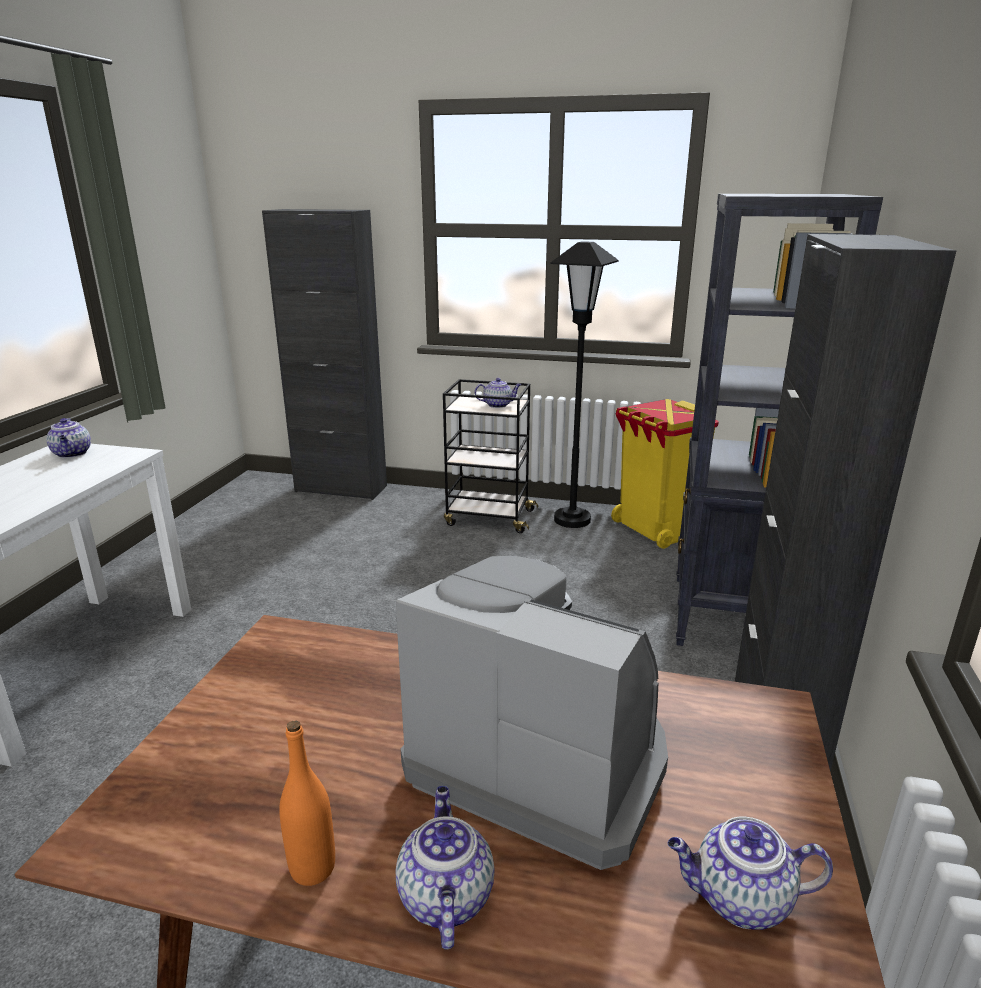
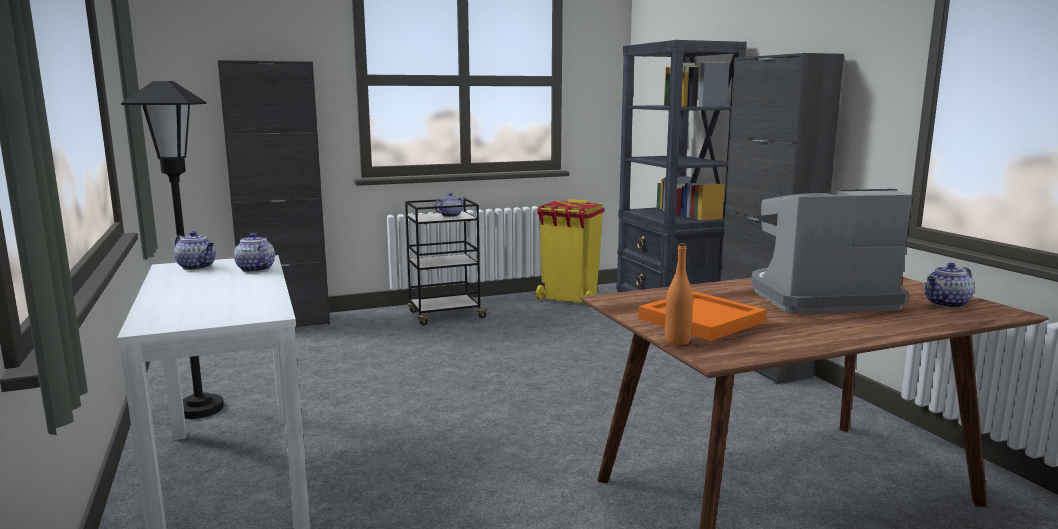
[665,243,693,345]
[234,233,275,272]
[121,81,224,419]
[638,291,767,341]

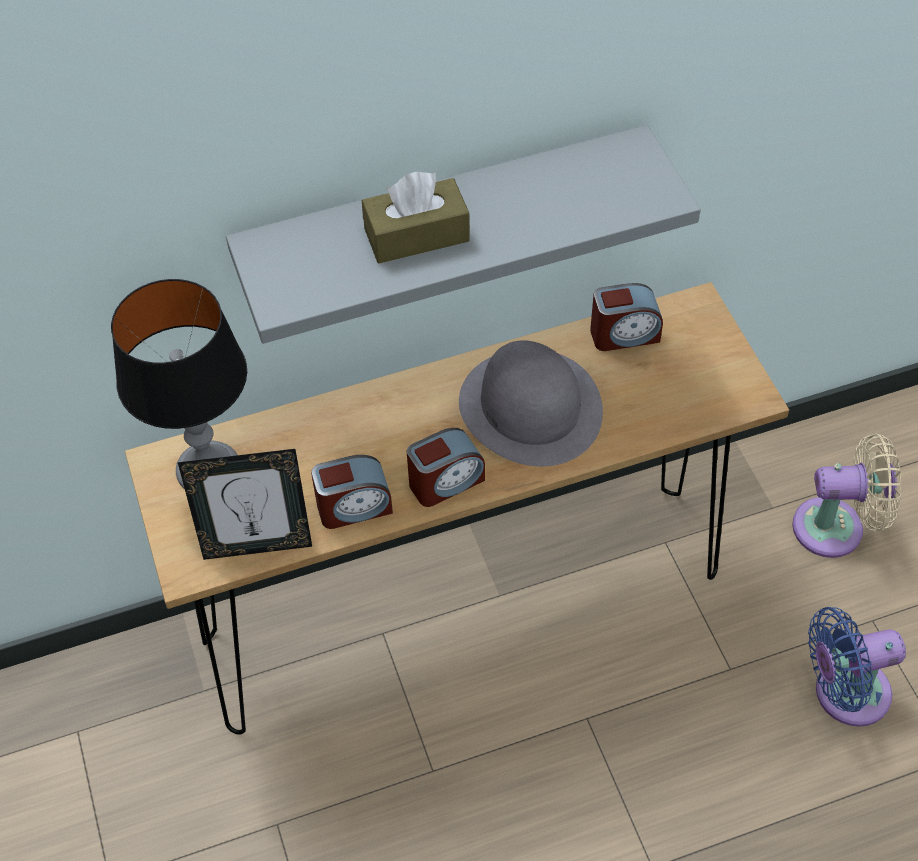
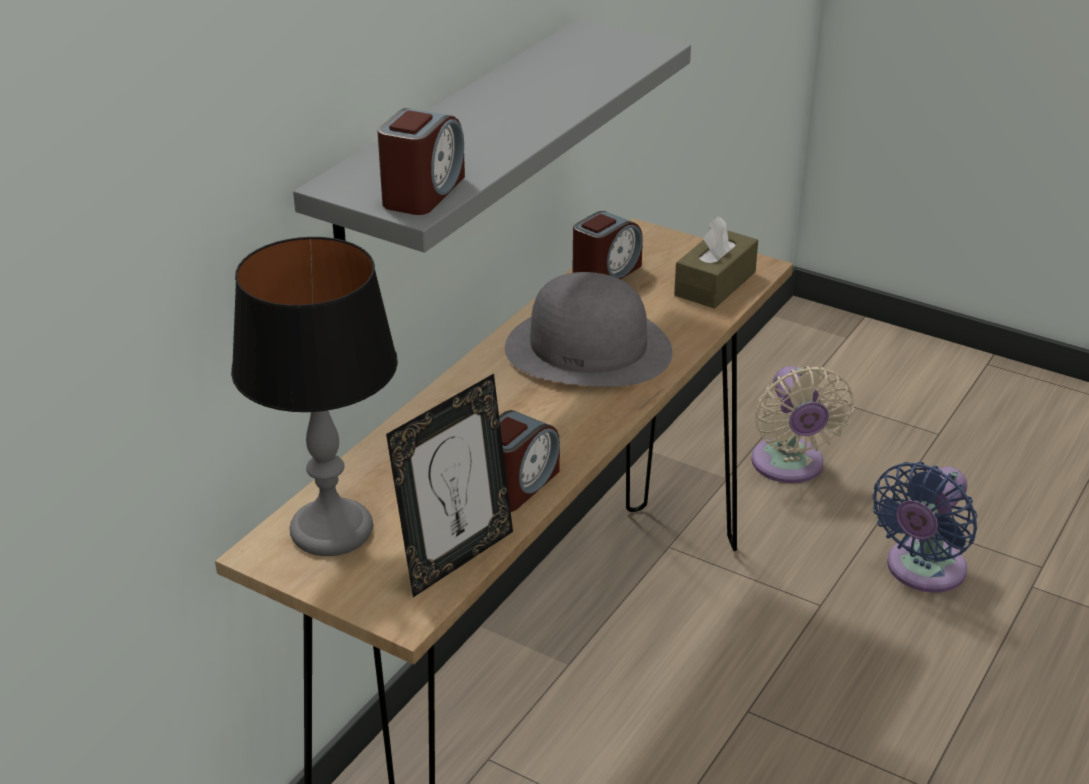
[674,216,758,309]
[378,108,465,215]
[751,366,854,483]

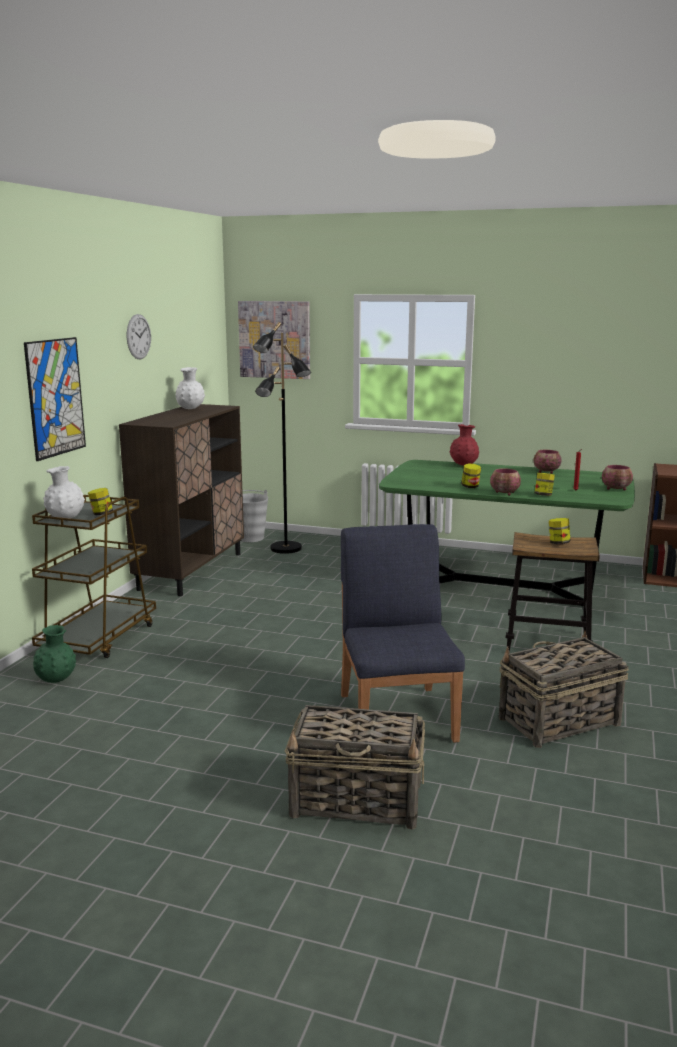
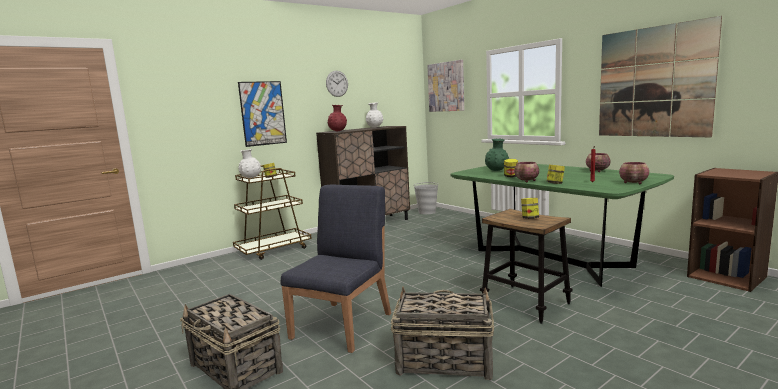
[485,139,509,171]
[253,322,311,554] (first image)
[328,105,347,131]
[599,16,722,137]

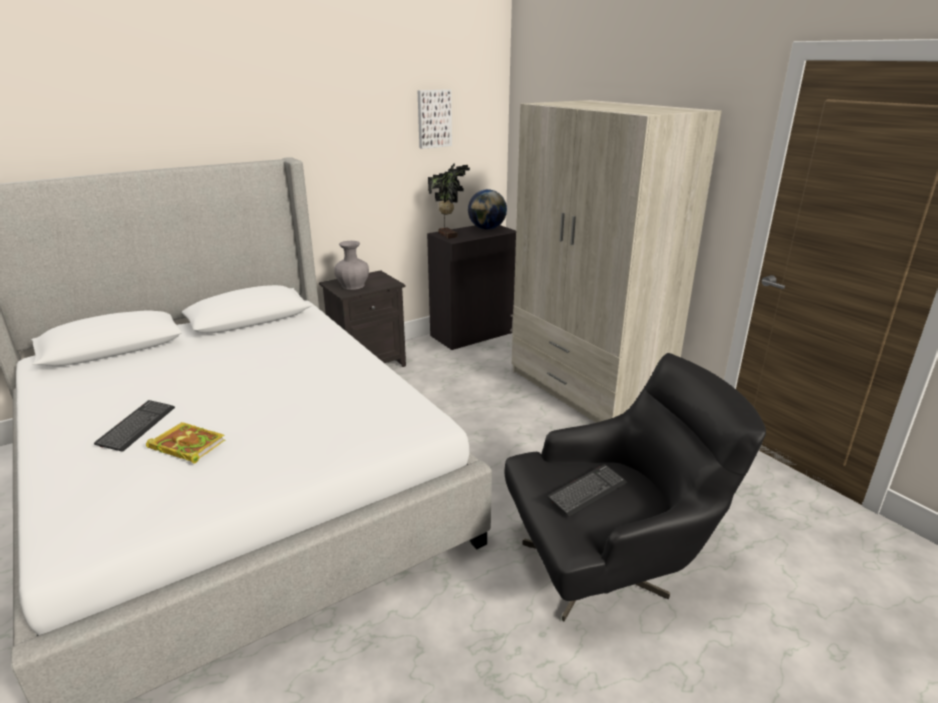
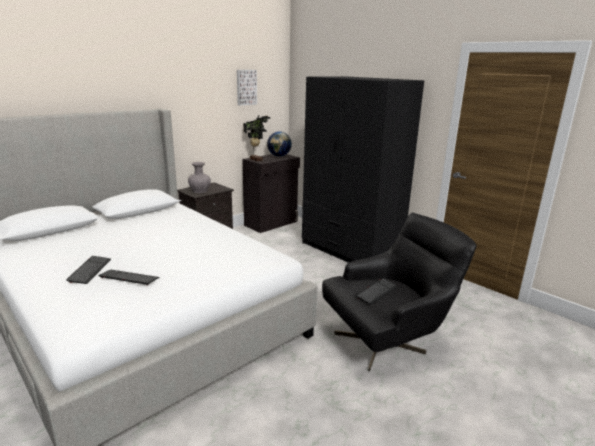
[98,270,159,286]
[302,76,424,263]

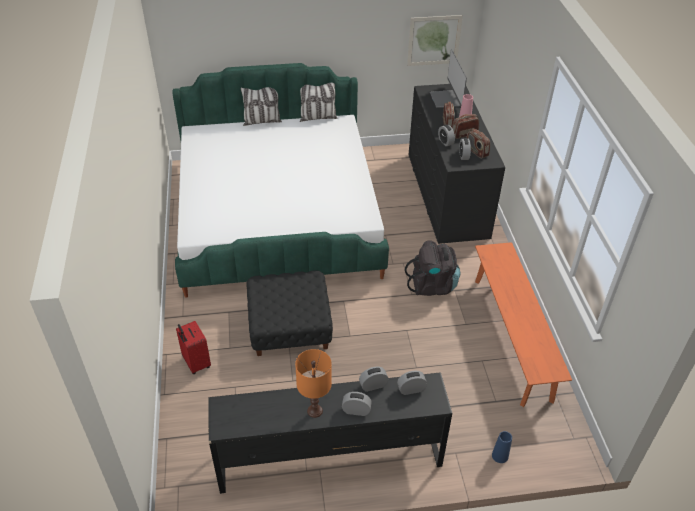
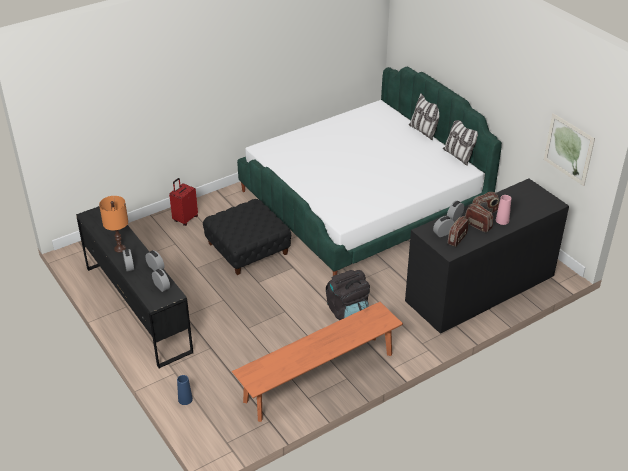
[430,49,467,108] (first image)

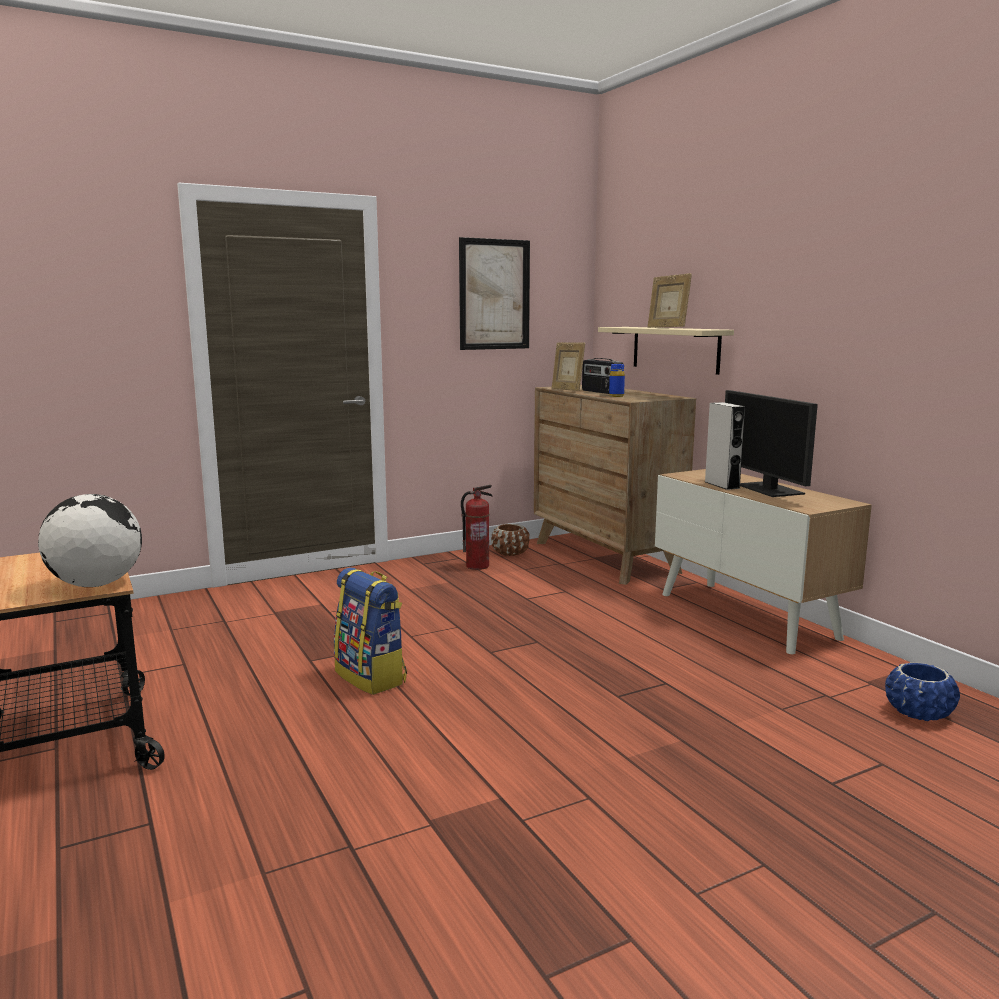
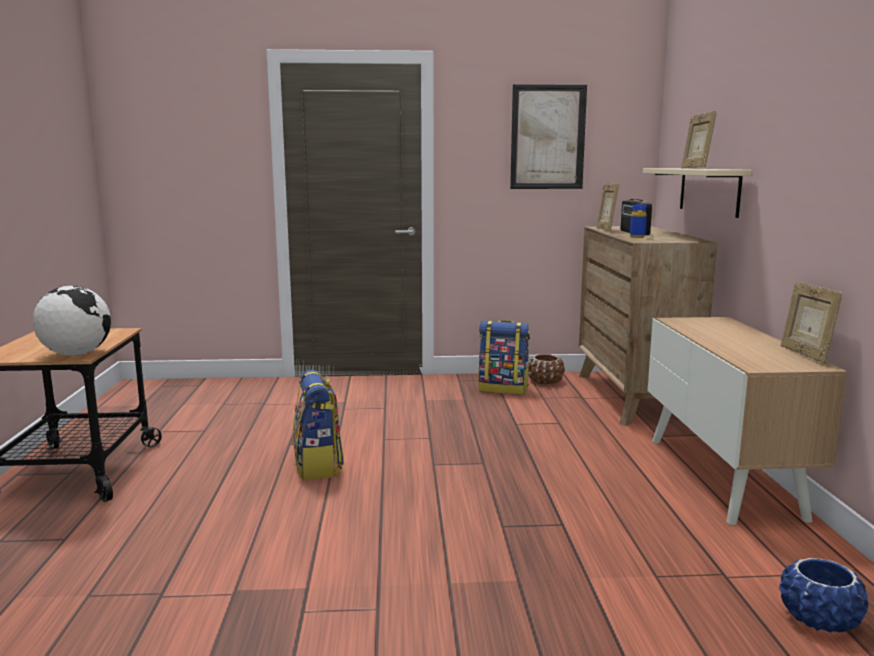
[478,320,530,395]
[705,402,745,490] (first image)
[725,390,818,497] (first image)
[781,282,843,363]

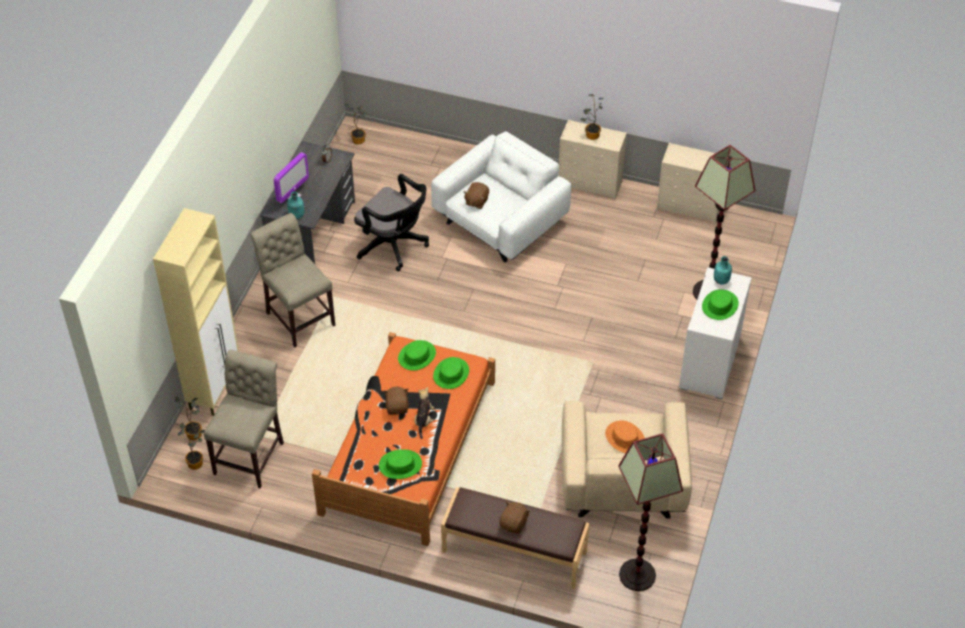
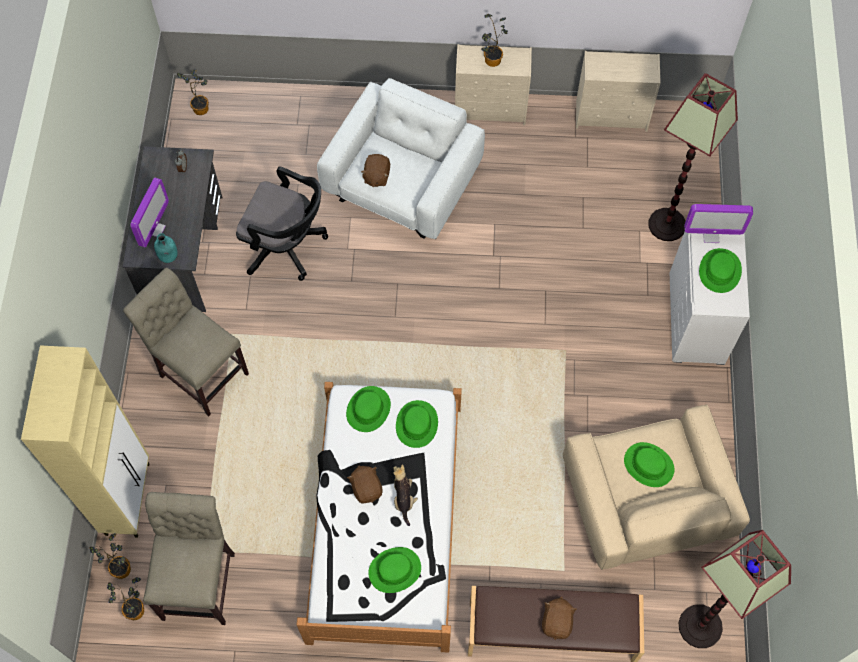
[297,382,462,653]
[624,442,674,487]
[684,204,753,243]

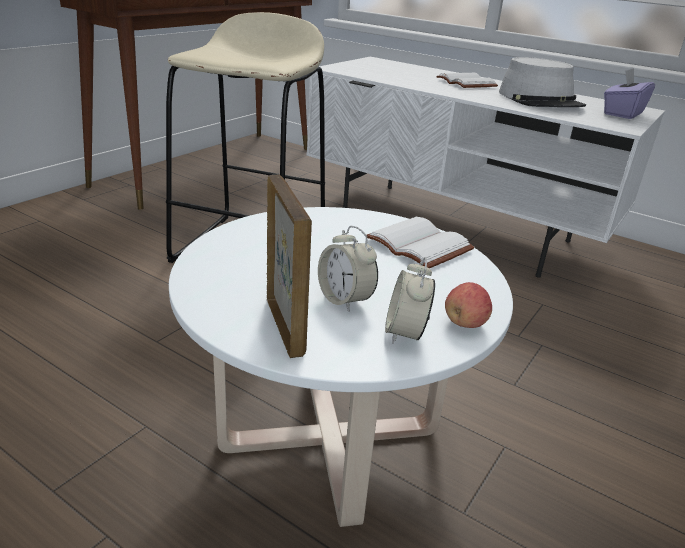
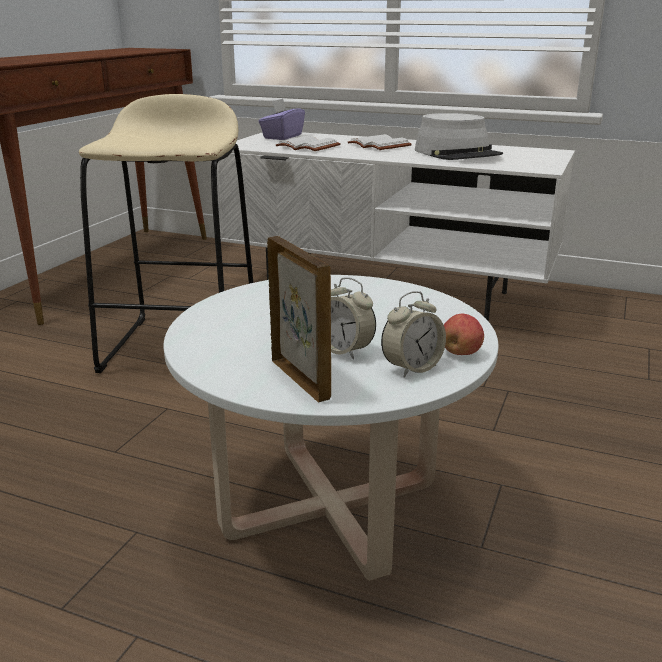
[276,135,341,151]
[381,291,446,378]
[259,99,305,140]

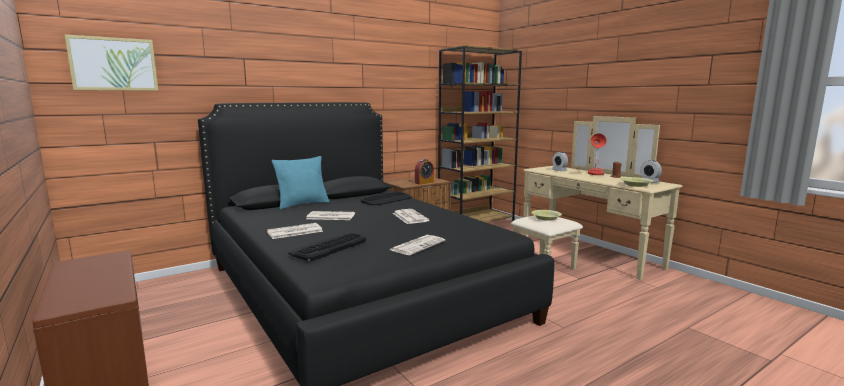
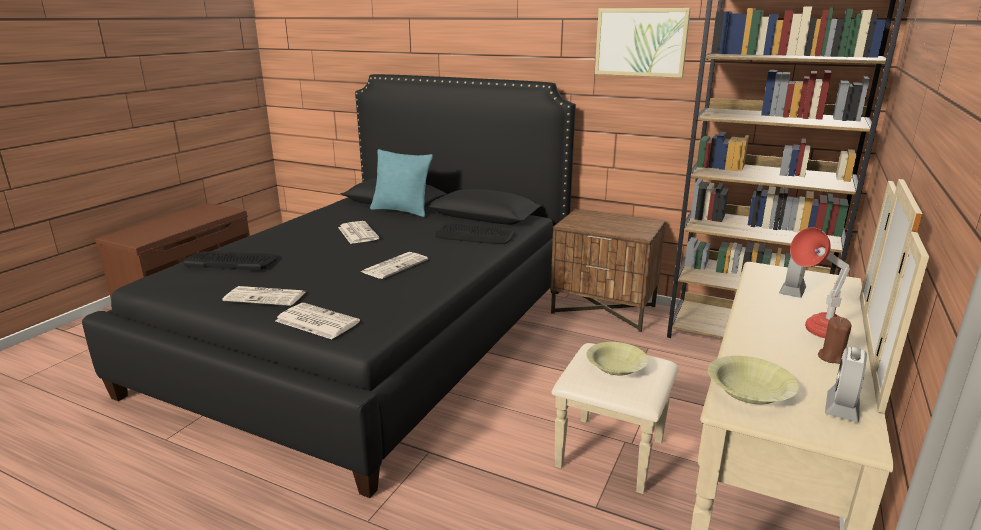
[595,8,691,78]
[276,303,360,339]
[415,159,434,185] (first image)

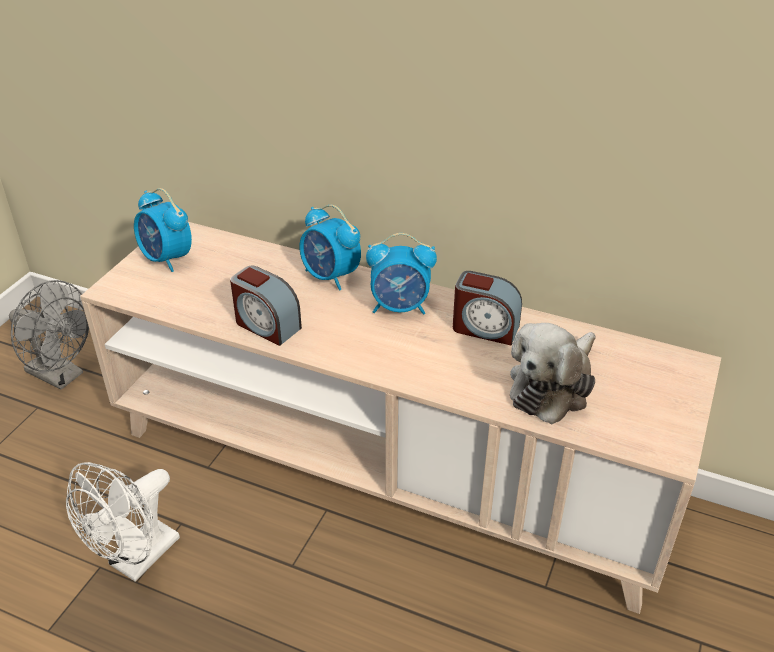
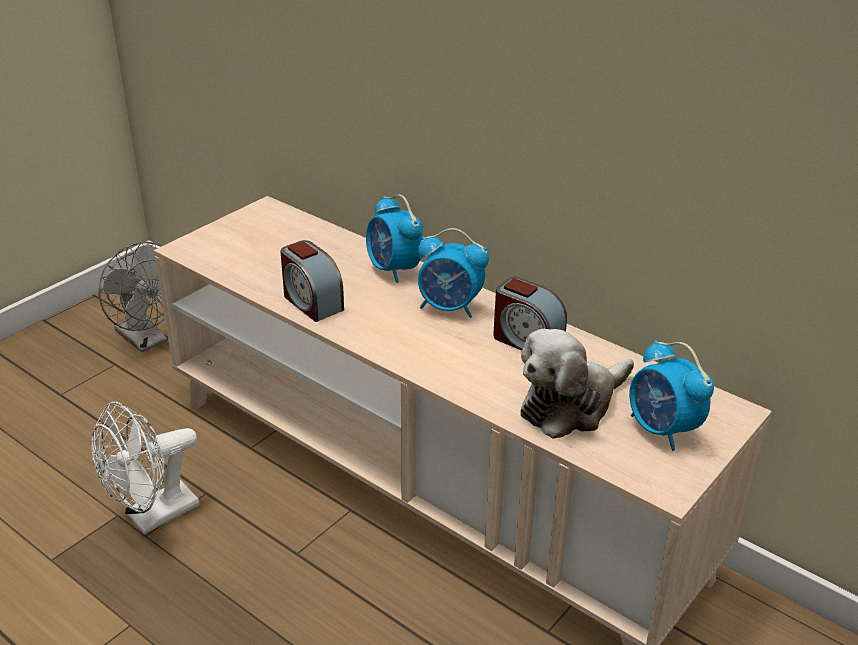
[629,340,714,451]

